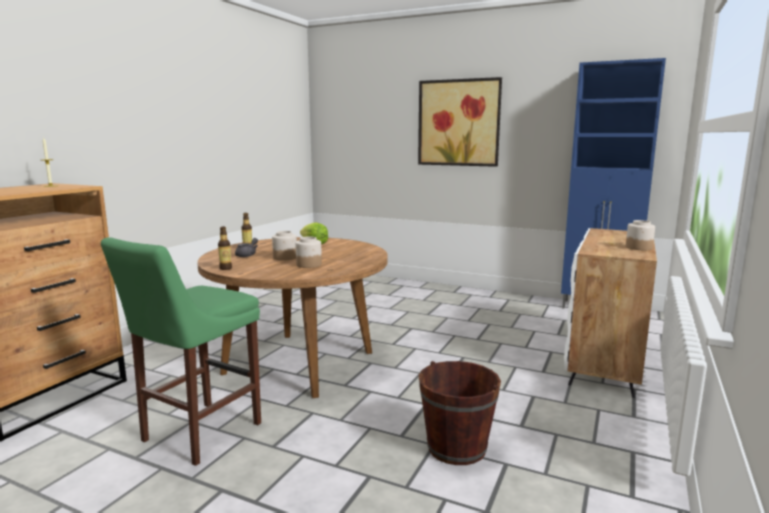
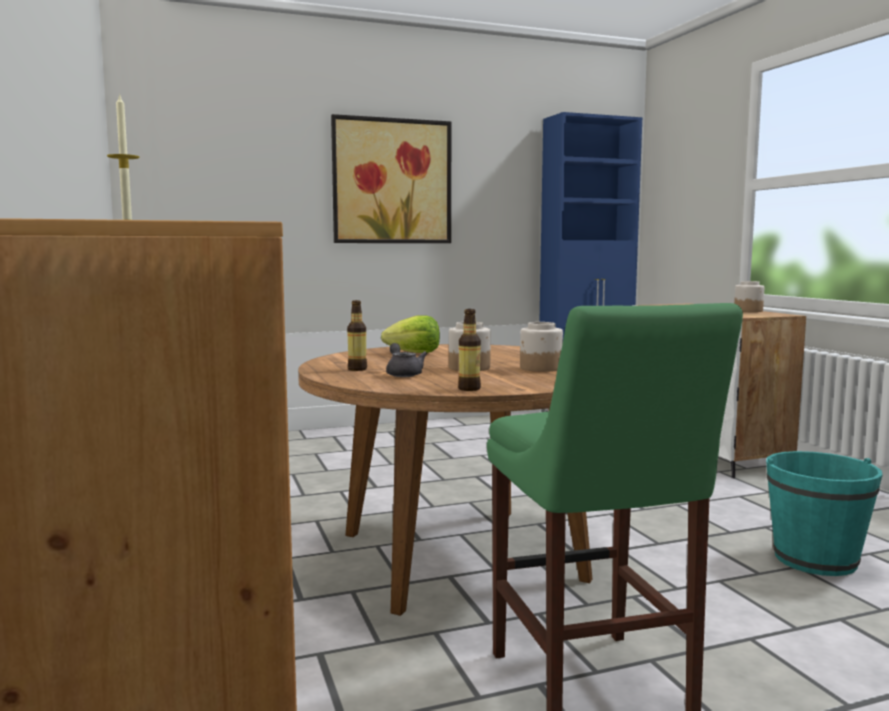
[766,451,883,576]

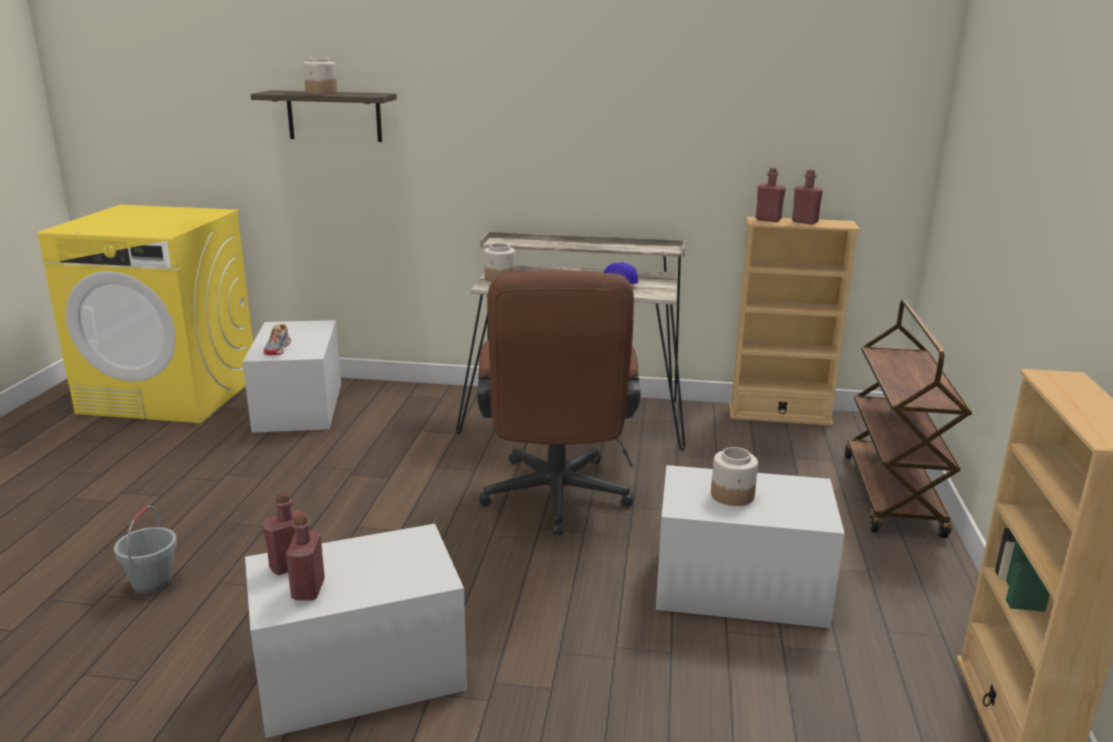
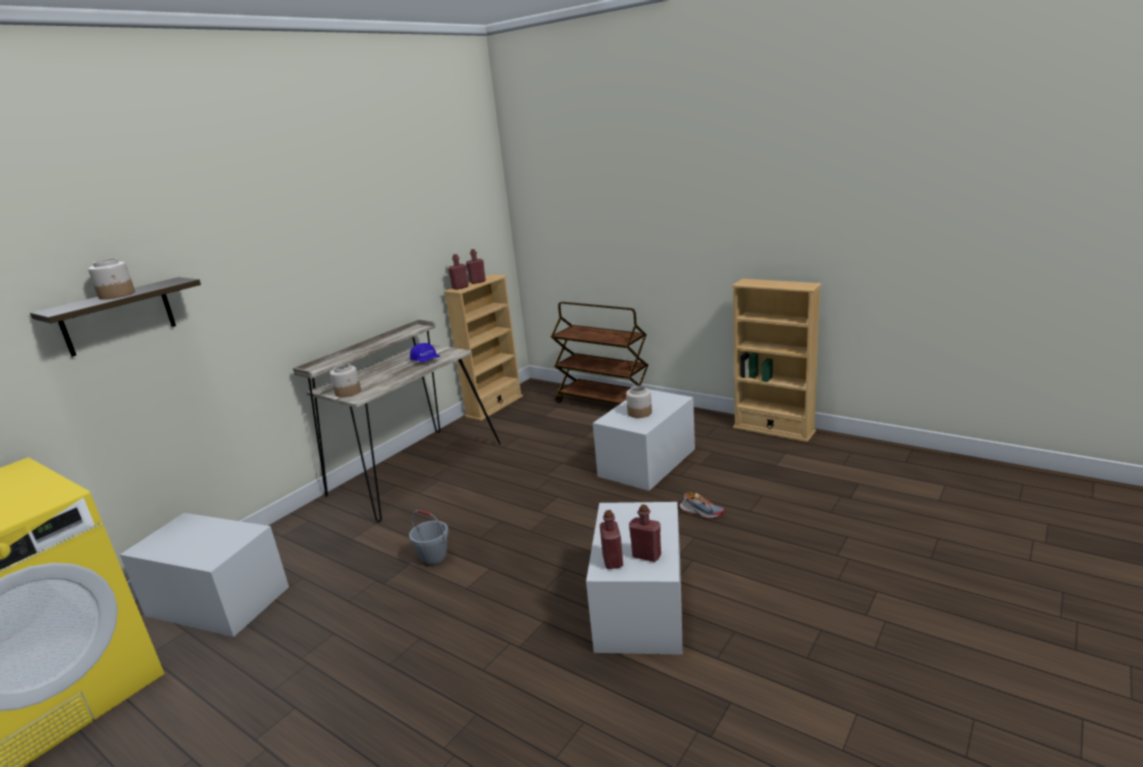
[409,510,449,566]
[680,492,724,519]
[477,270,641,535] (first image)

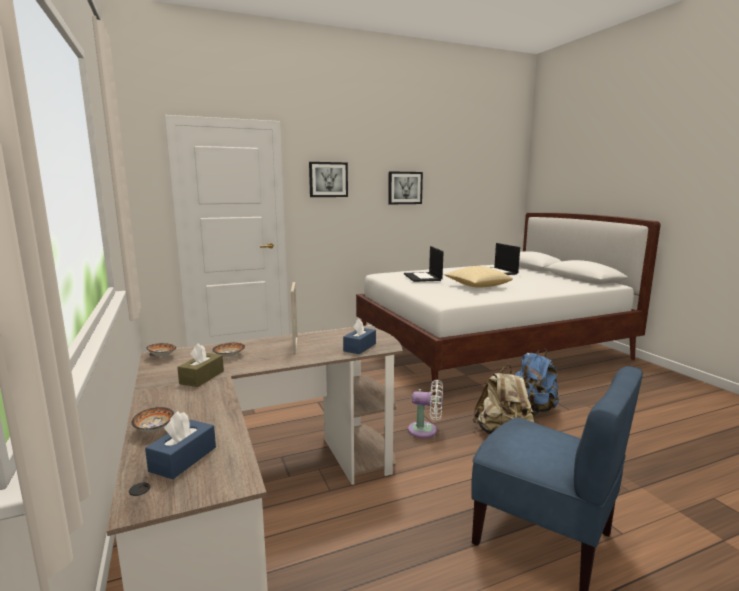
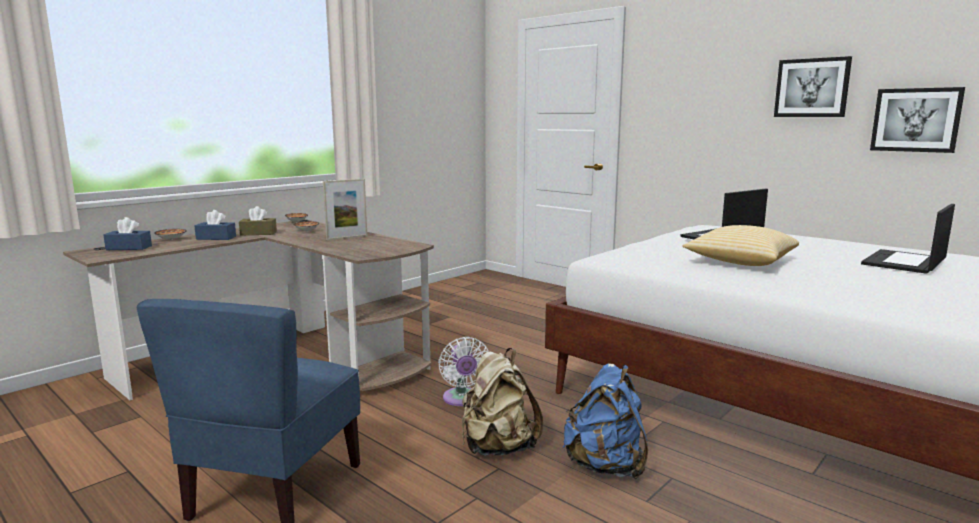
[870,87,965,153]
[194,210,236,240]

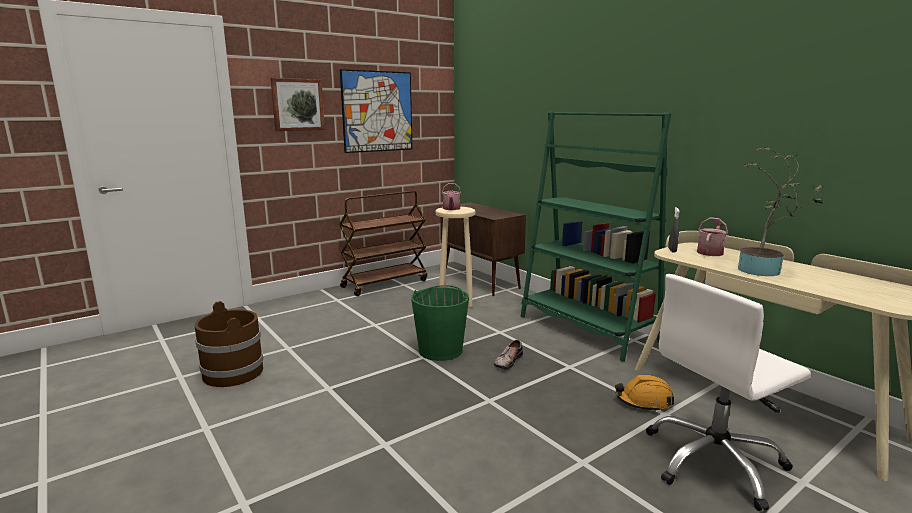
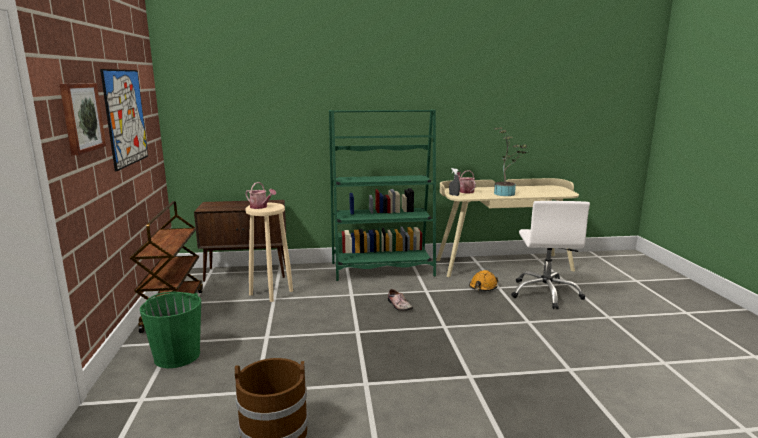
[140,292,201,368]

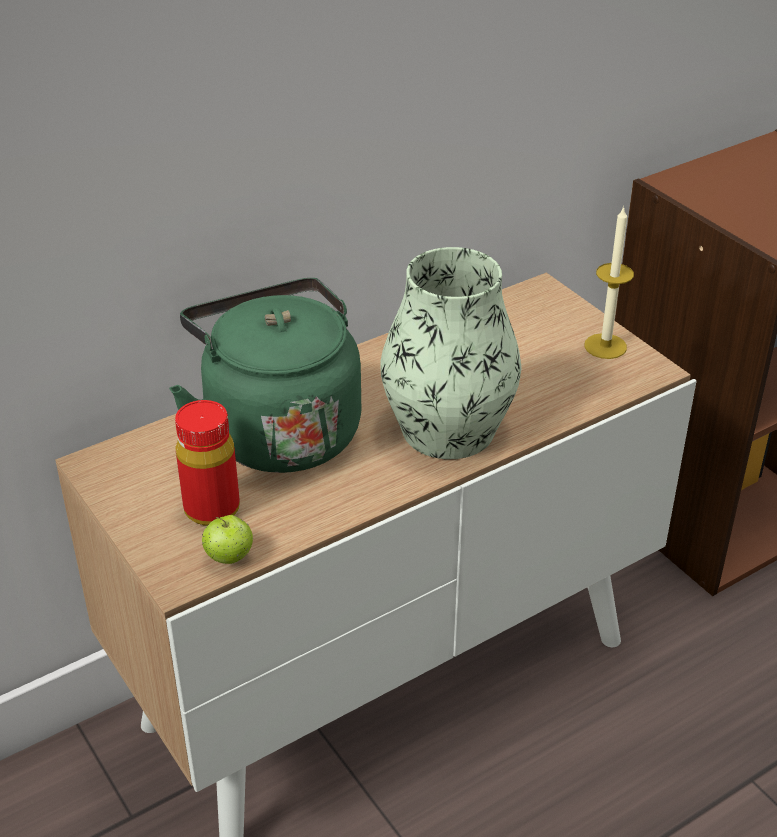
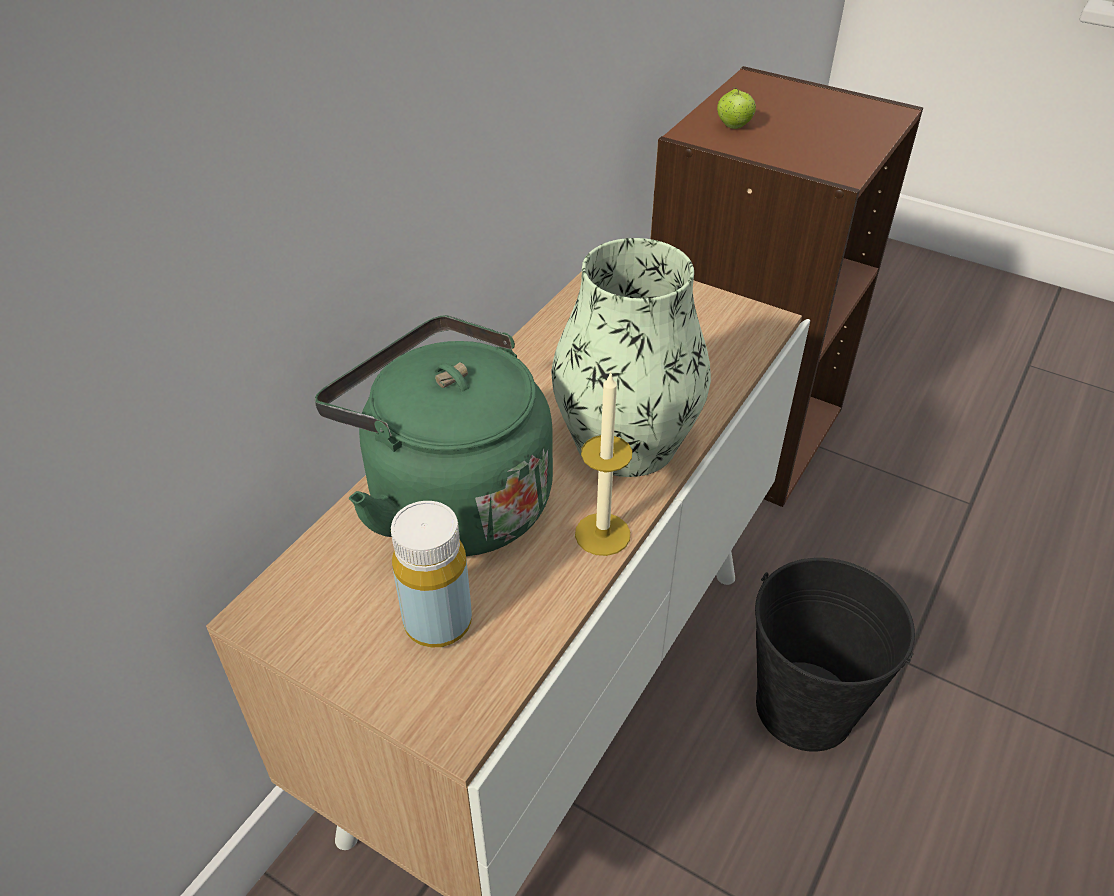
[391,501,472,648]
[717,87,756,129]
[575,371,632,556]
[755,558,915,752]

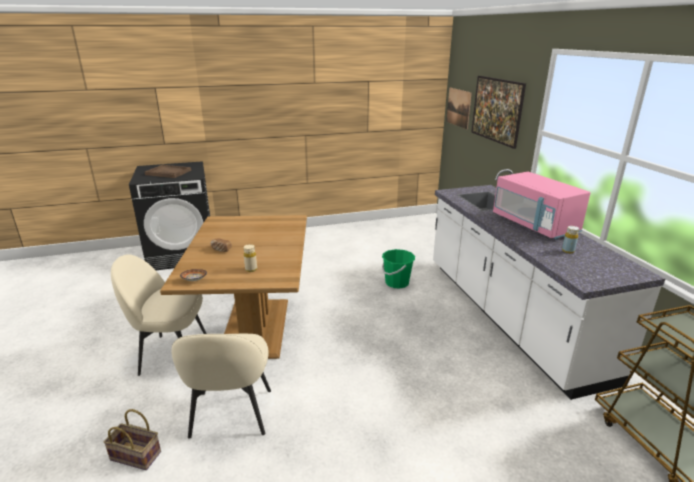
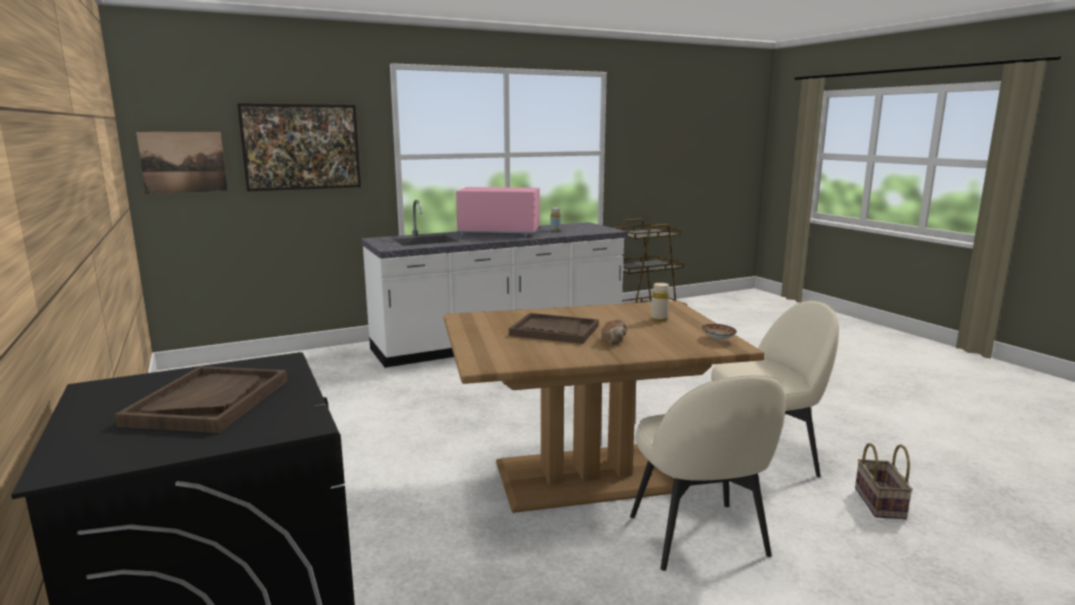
[382,249,415,289] (first image)
[456,187,540,237]
[509,313,599,344]

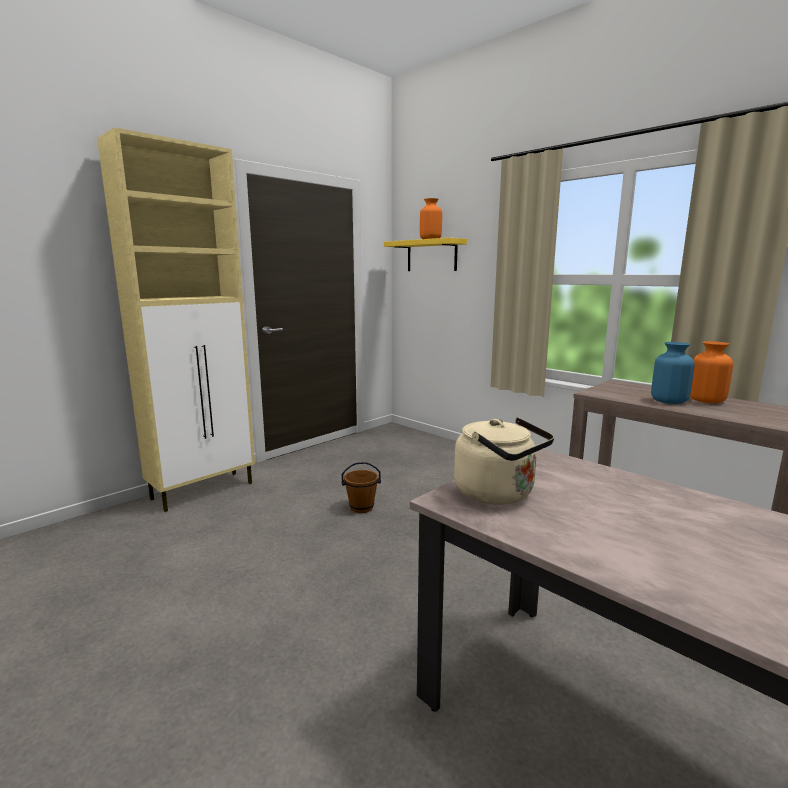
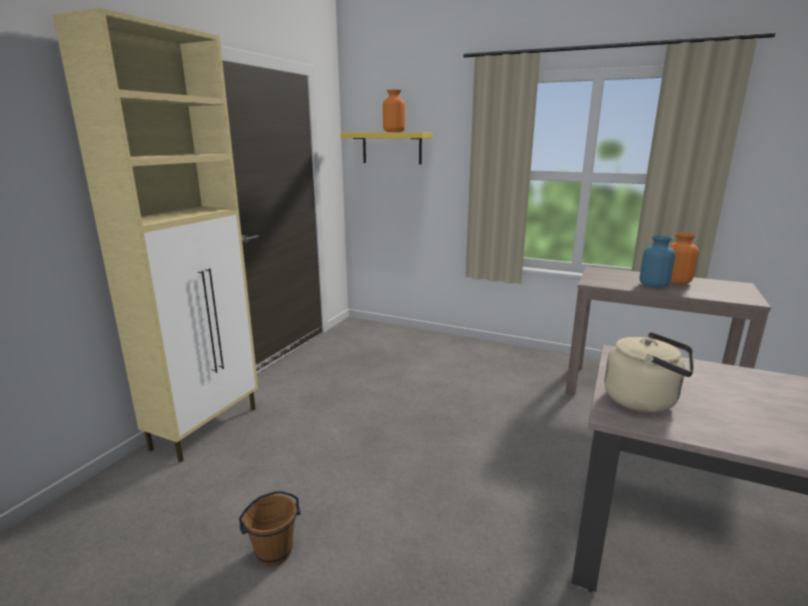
[239,491,301,566]

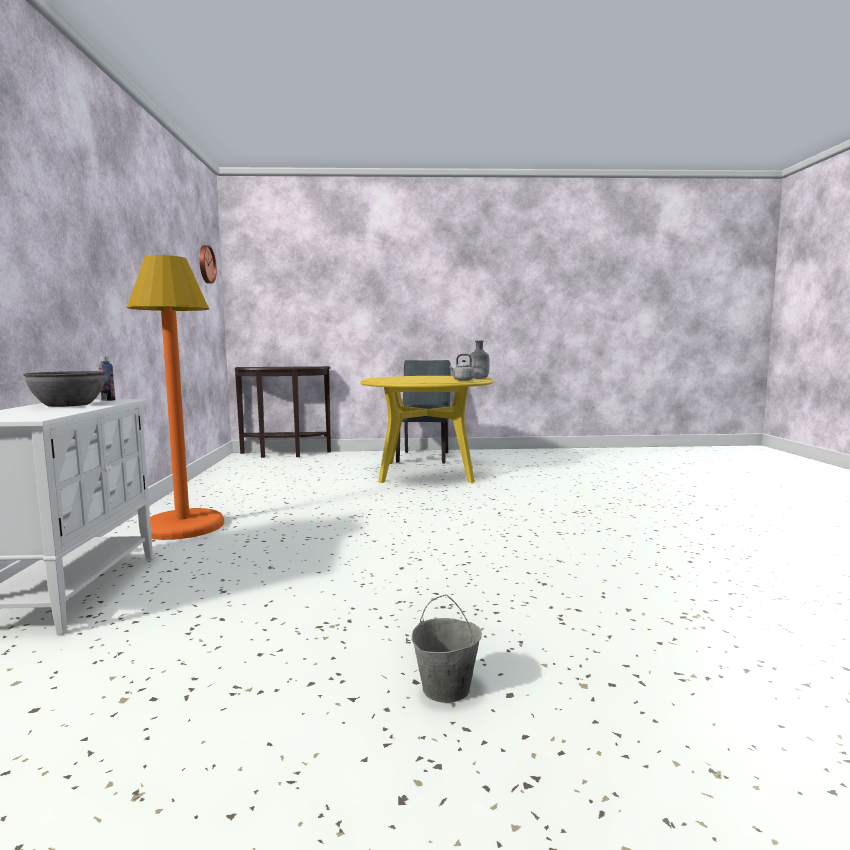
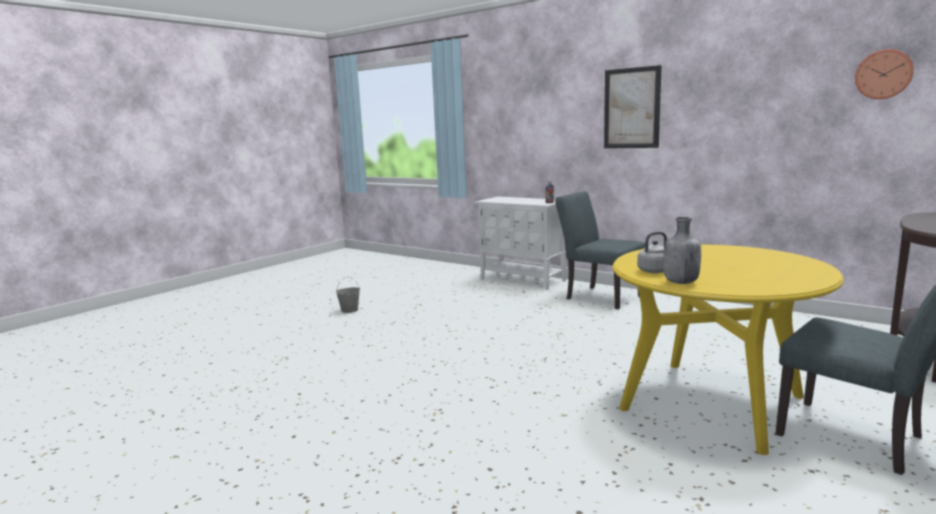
[23,371,106,407] (first image)
[555,191,645,309]
[604,65,662,148]

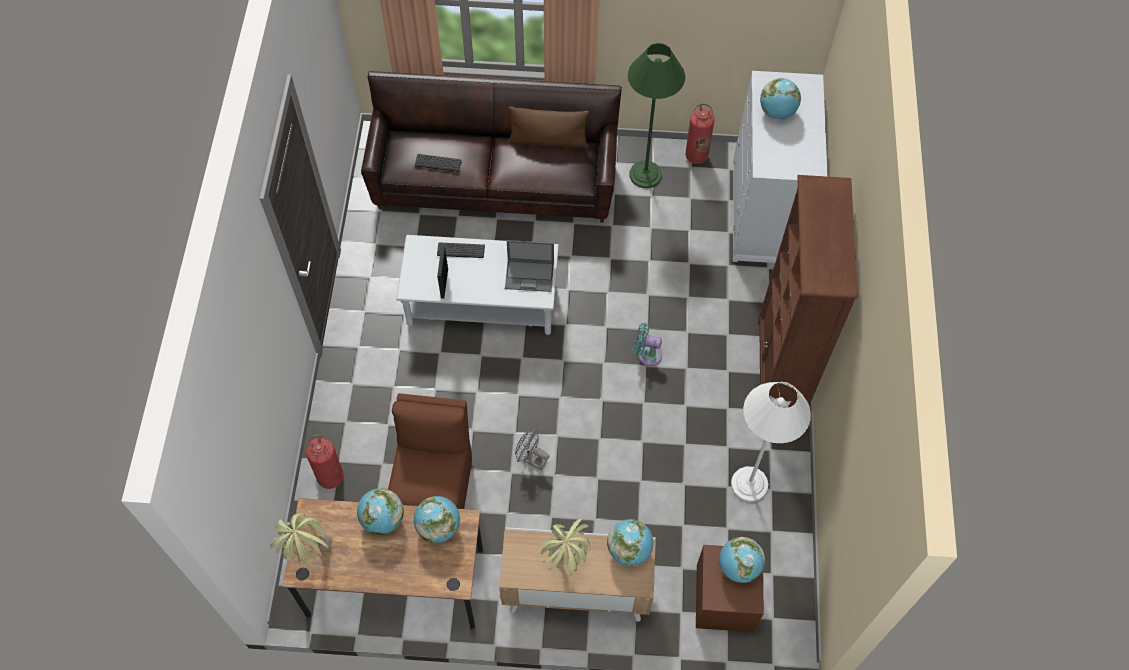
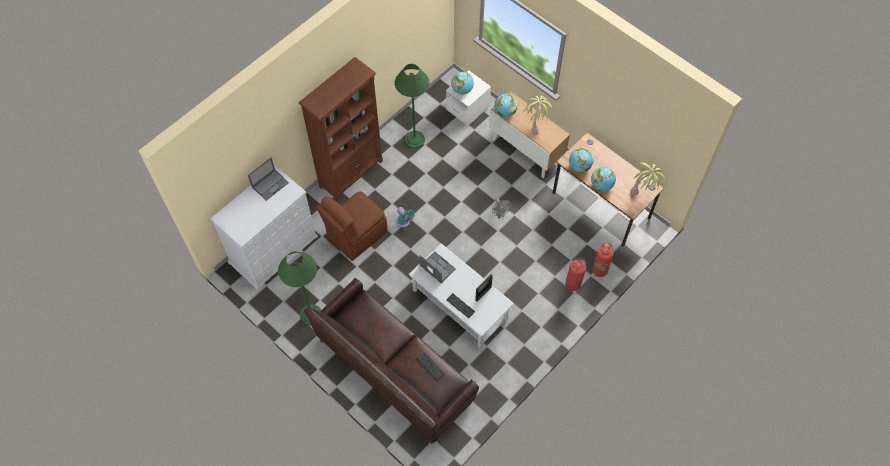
[316,191,388,261]
[509,107,589,148] (first image)
[565,257,586,291]
[446,70,491,126]
[395,64,430,148]
[760,78,801,119] (first image)
[248,158,289,201]

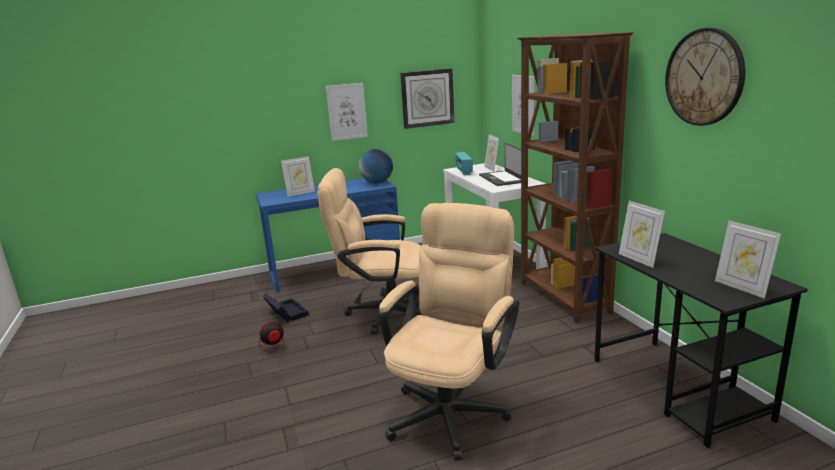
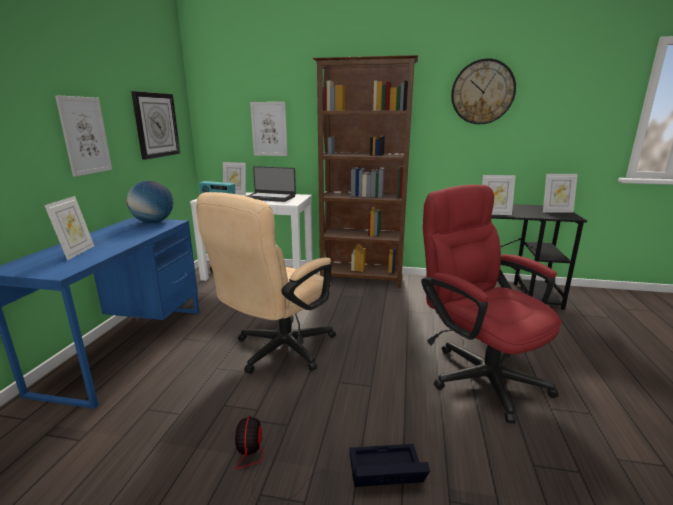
[350,444,430,487]
[421,184,561,424]

